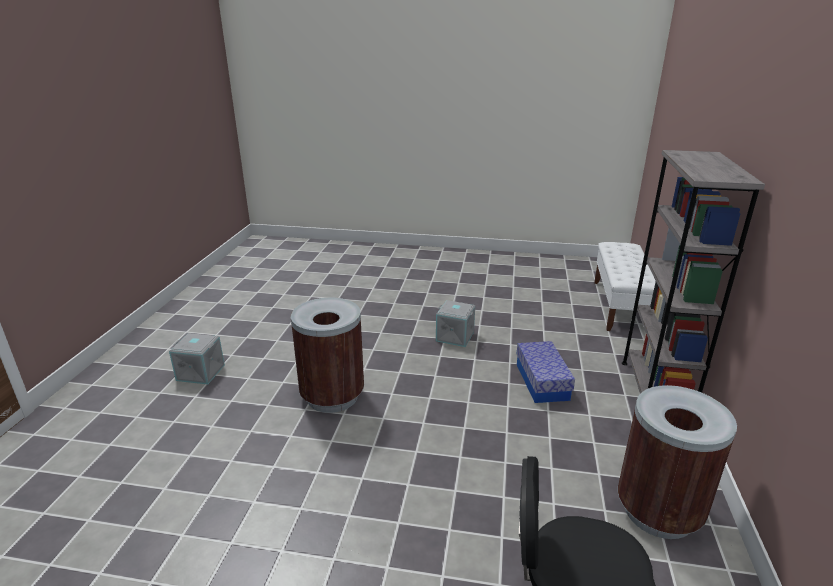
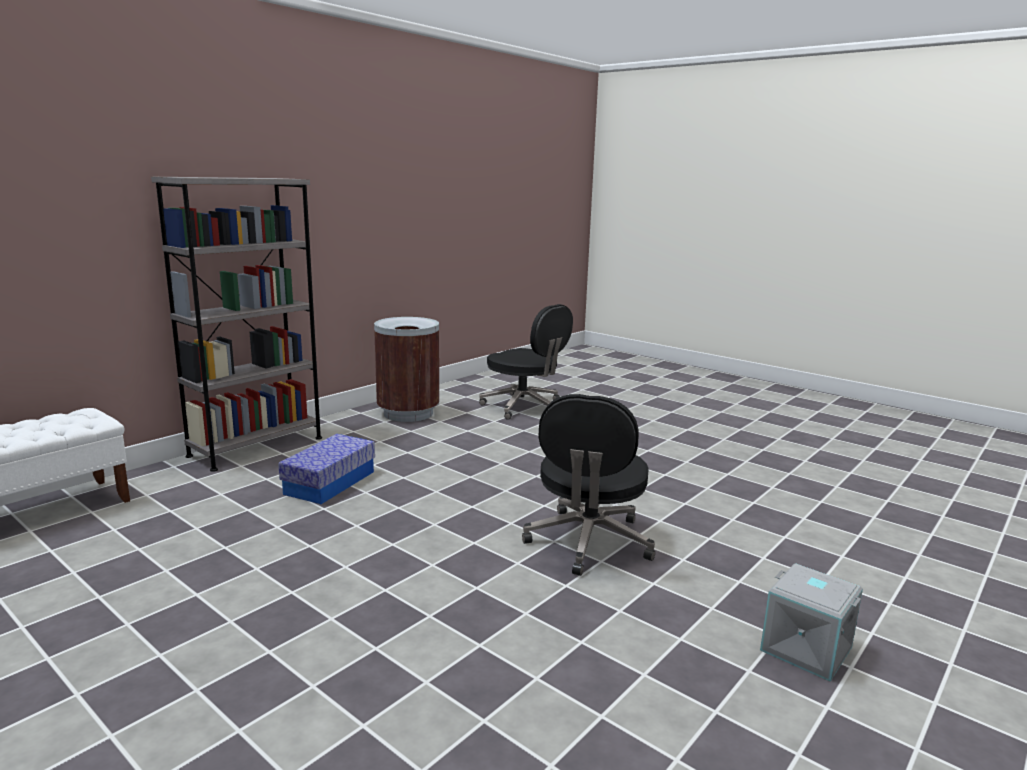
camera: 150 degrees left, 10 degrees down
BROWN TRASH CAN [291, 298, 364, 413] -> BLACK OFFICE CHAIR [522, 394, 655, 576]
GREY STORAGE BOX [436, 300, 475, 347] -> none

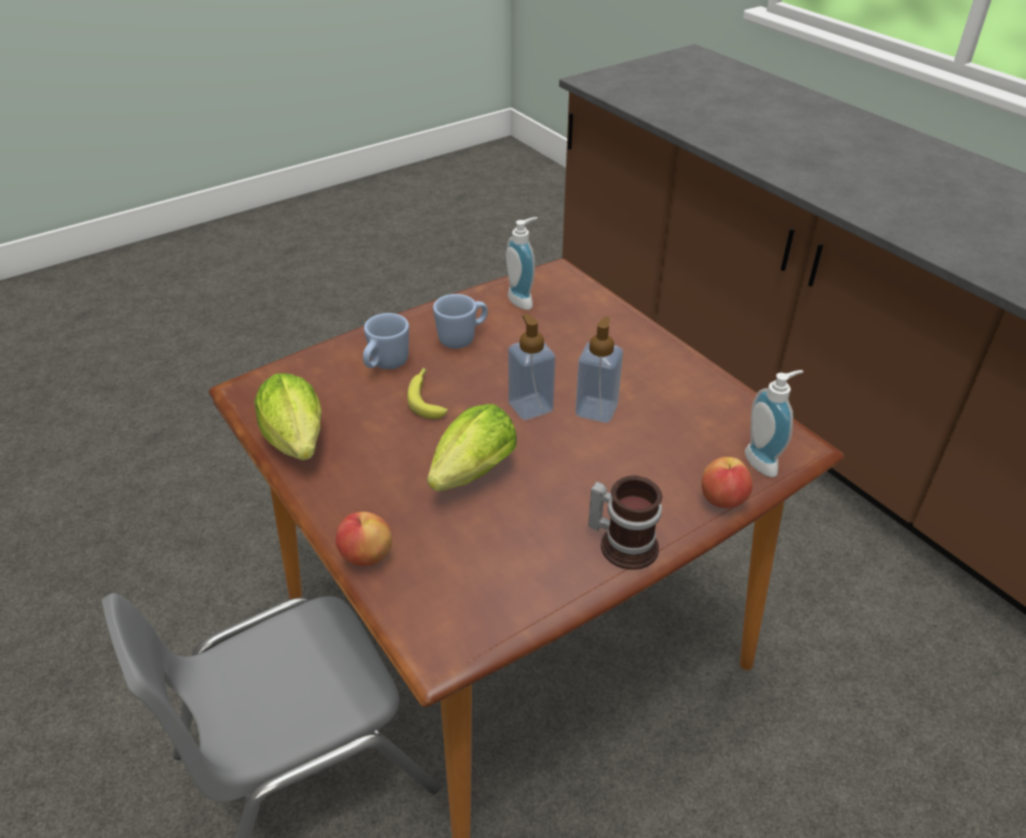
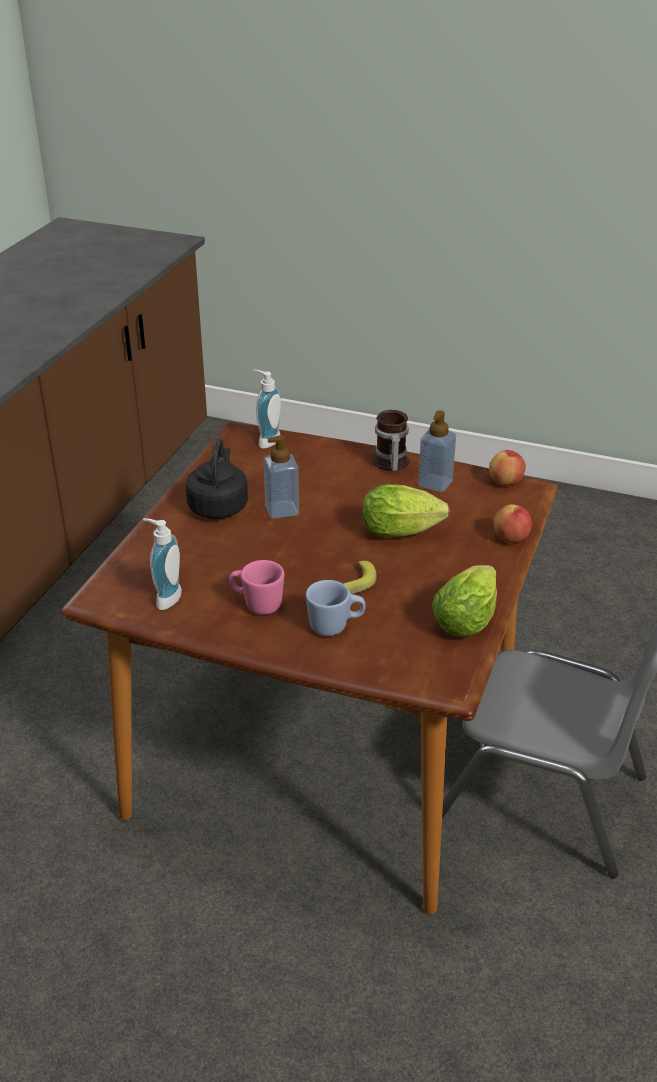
camera: 125 degrees left, 5 degrees down
BLUE MUG [433, 294, 488, 349] -> PINK MUG [229, 560, 284, 615]
SOAP DISPENSER [508, 314, 556, 420] -> SOAP DISPENSER [418, 410, 456, 492], moved
APPLE [702, 457, 753, 508] -> APPLE [489, 450, 526, 485], moved
none -> BLACK KETTLE [186, 437, 248, 519]

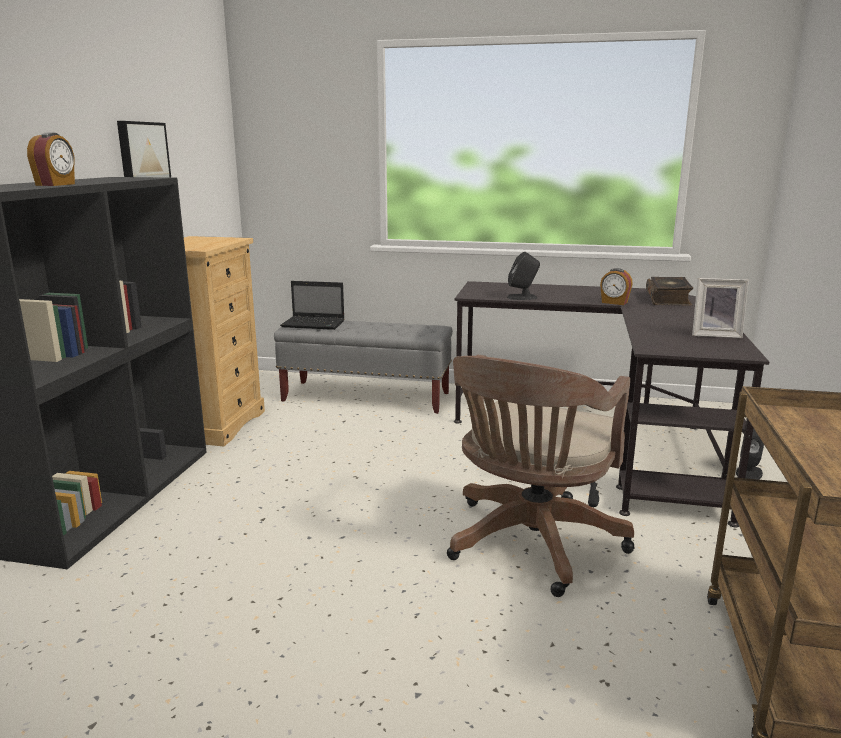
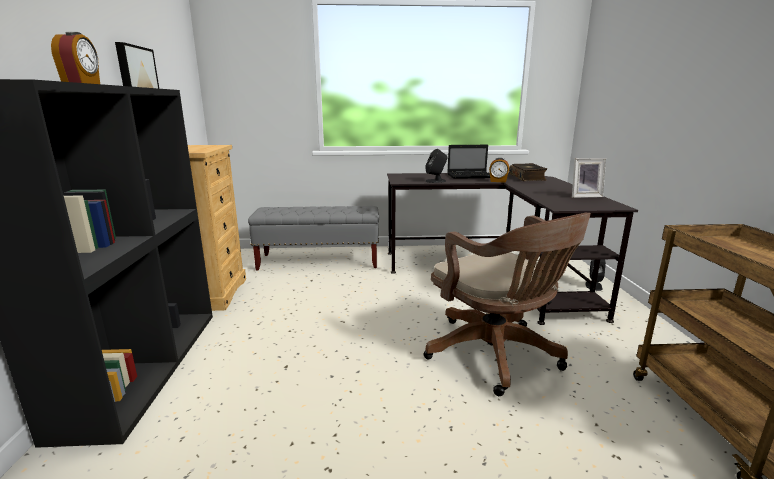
camera: 15 degrees left, 0 degrees up
LAPTOP [280, 281, 344, 330] -> LAPTOP [447, 145, 490, 179], moved
BROWN OFFICE CHAIR [447, 355, 635, 597] -> BROWN OFFICE CHAIR [424, 213, 591, 396], 45 degrees counterclockwise

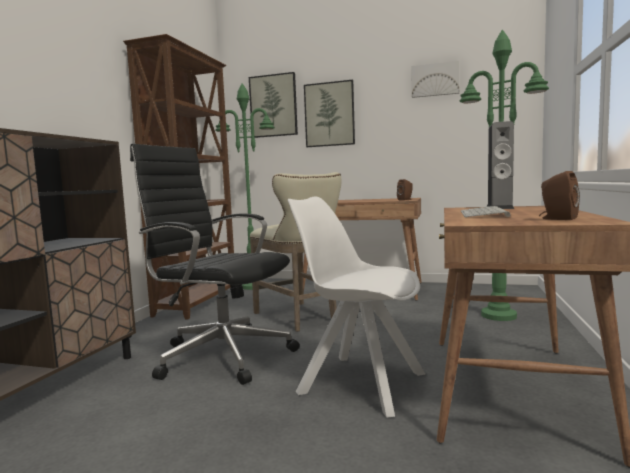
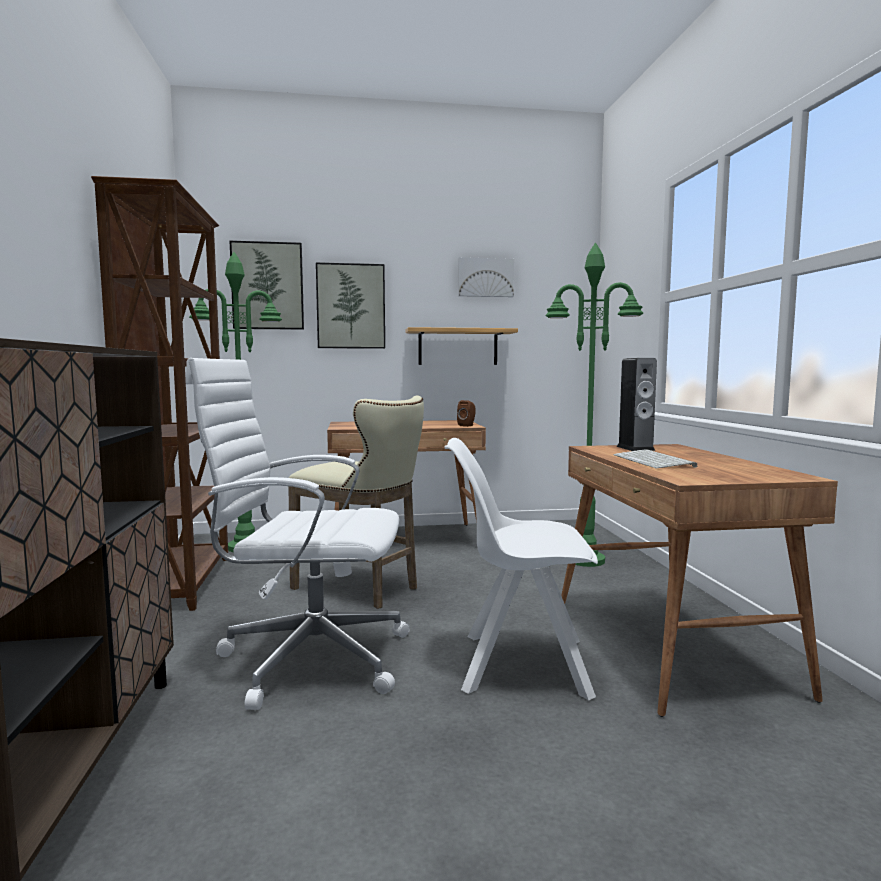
camera: 25 degrees left, 0 degrees up
BLACK OFFICE CHAIR [130, 144, 300, 385] -> WHITE OFFICE CHAIR [186, 358, 410, 710]
BROWN SPEAKER [539, 171, 580, 220] -> none
none -> SHELF [405, 327, 518, 365]

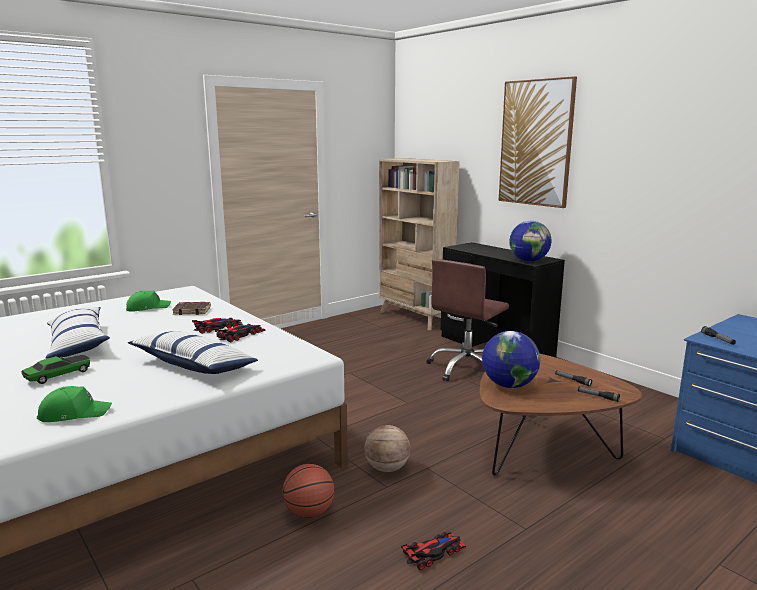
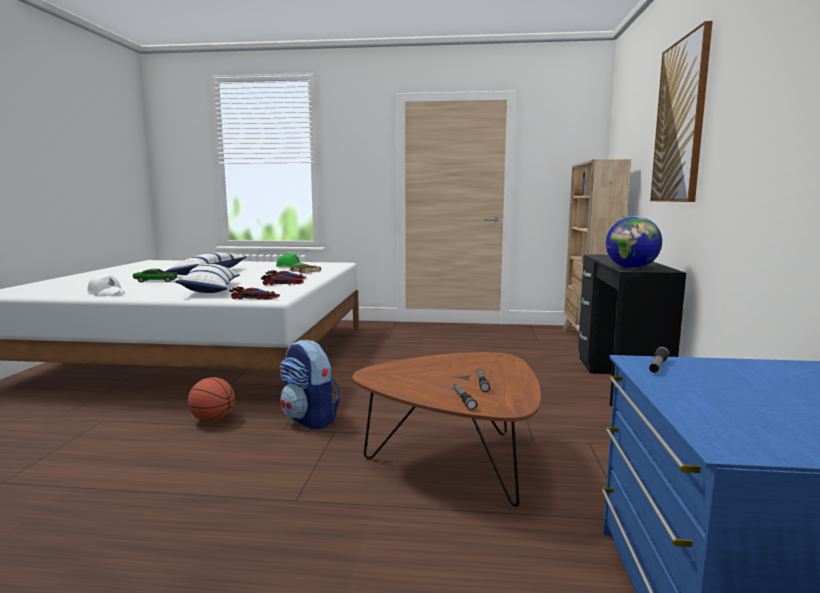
camera: 45 degrees right, 5 degrees down
GREEN CAP [37, 386, 112, 422] -> WHITE CAP [87, 273, 125, 296]
BASKETBALL [364, 425, 410, 472] -> BACKPACK [279, 340, 340, 430]
TOY CAR [401, 532, 466, 570] -> TOY CAR [229, 286, 280, 300], moved
BROWN OFFICE CHAIR [426, 259, 509, 382] -> none
GLOBE [482, 331, 540, 388] -> none

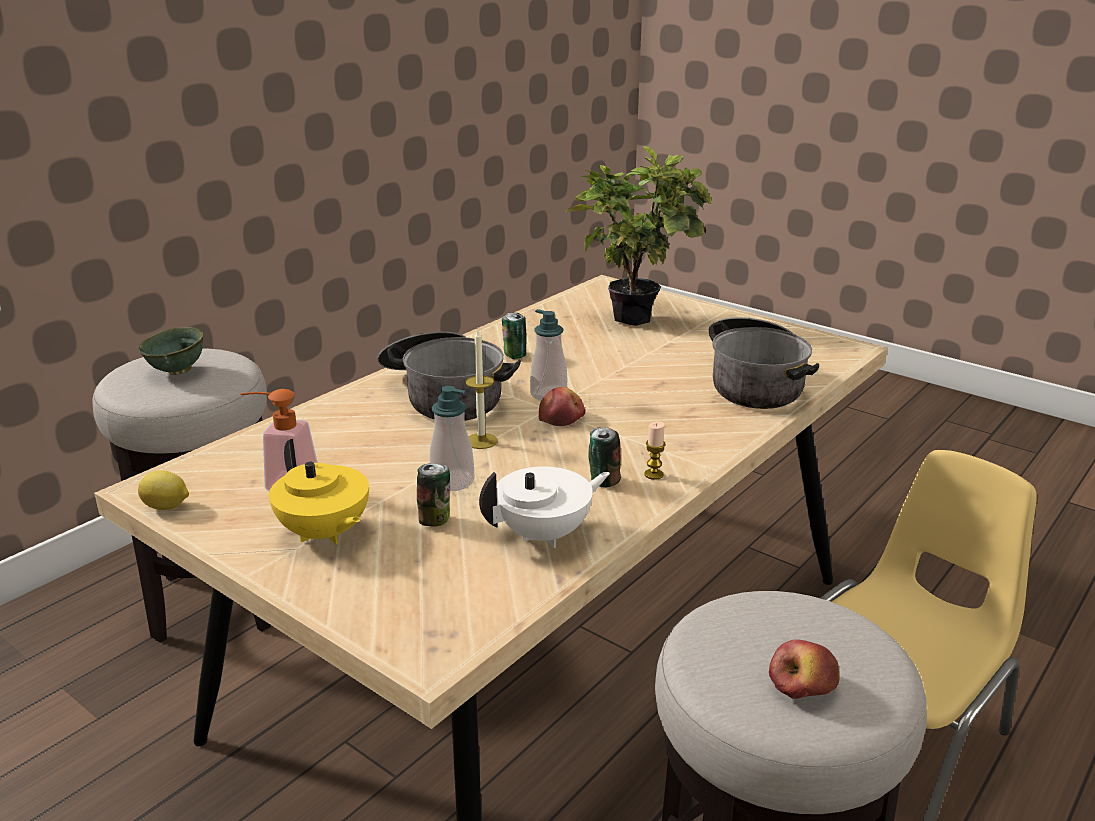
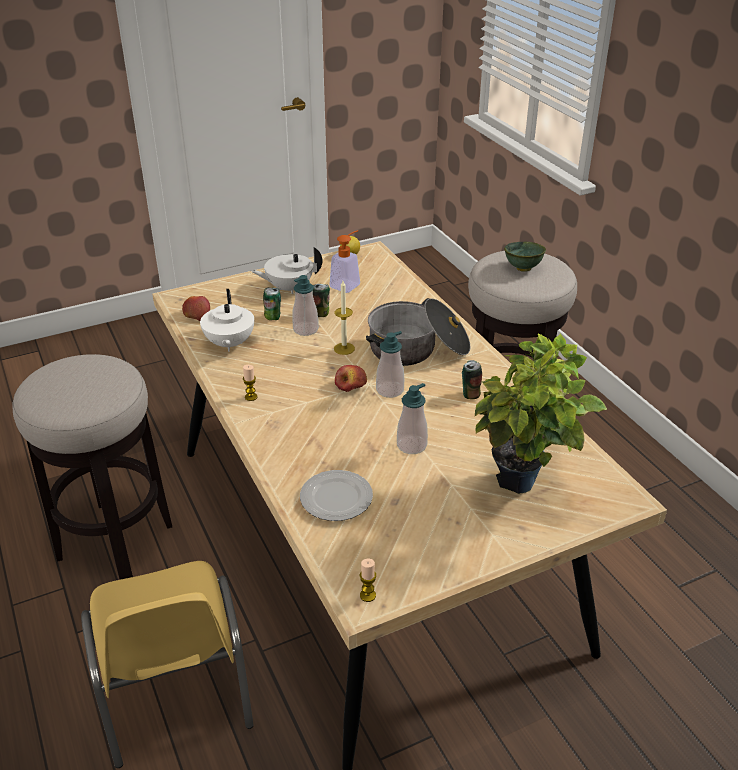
camera: 115 degrees right, 10 degrees up
YELLOW TEAPOT [269, 439, 369, 544] -> WHITE TEAPOT [251, 247, 322, 294]
CAN [588, 427, 621, 487] -> CAN [313, 284, 330, 317], moved
COOKING POT [709, 317, 819, 409] -> PLATE [300, 470, 373, 521]
APPLE [769, 639, 839, 699] -> APPLE [182, 296, 210, 321], moved
none -> CANDLE [360, 559, 376, 602]
none -> SOAP DISPENSER [397, 383, 428, 454]

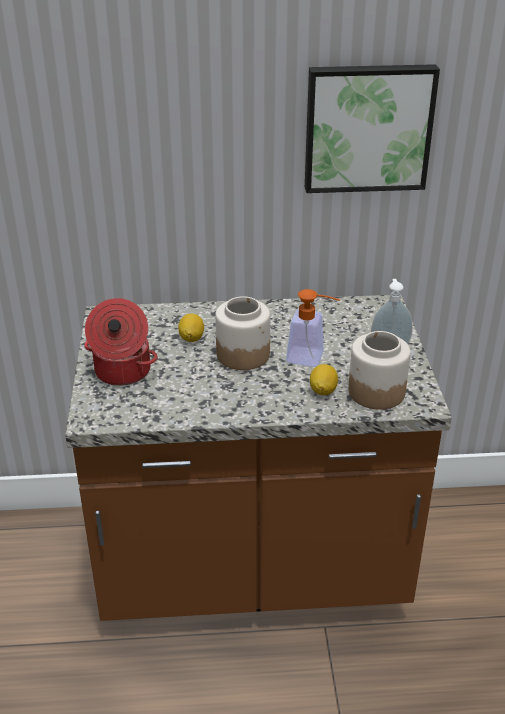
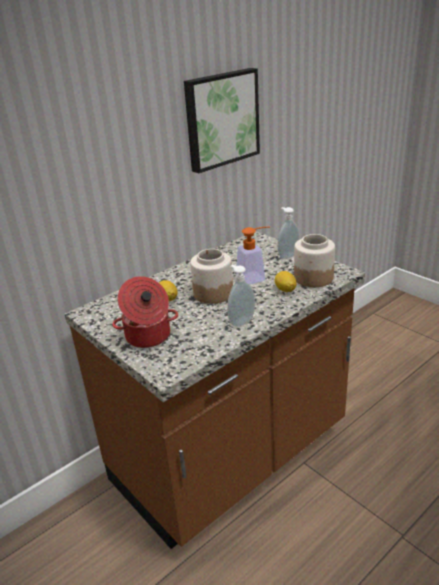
camera: 35 degrees left, 5 degrees down
none -> SOAP DISPENSER [227, 265, 255, 327]

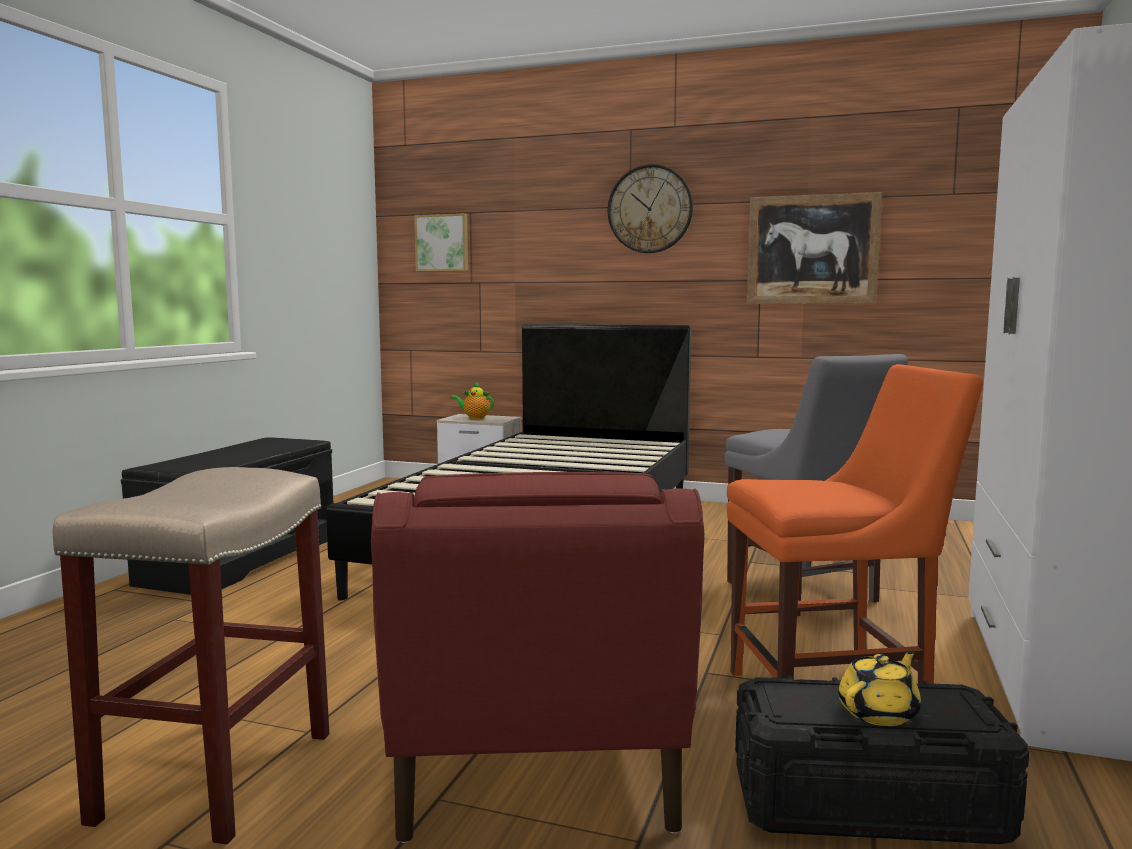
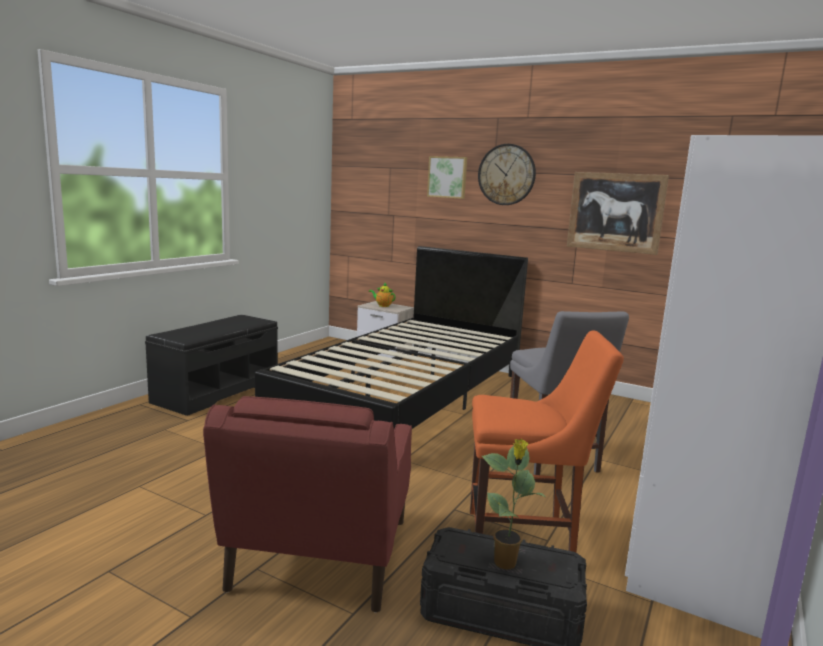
camera: 10 degrees right, 5 degrees up
BEIGE STOOL [53, 467, 329, 844] -> none
PICTURE [414, 213, 468, 271] -> PICTURE [427, 156, 467, 199], moved
YELLOW TEAPOT [838, 650, 921, 726] -> POTTED PLANT [482, 439, 545, 570]

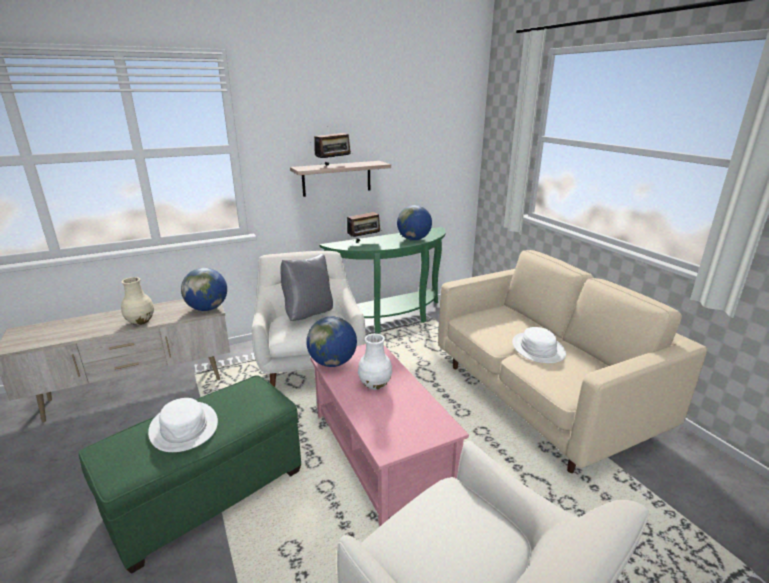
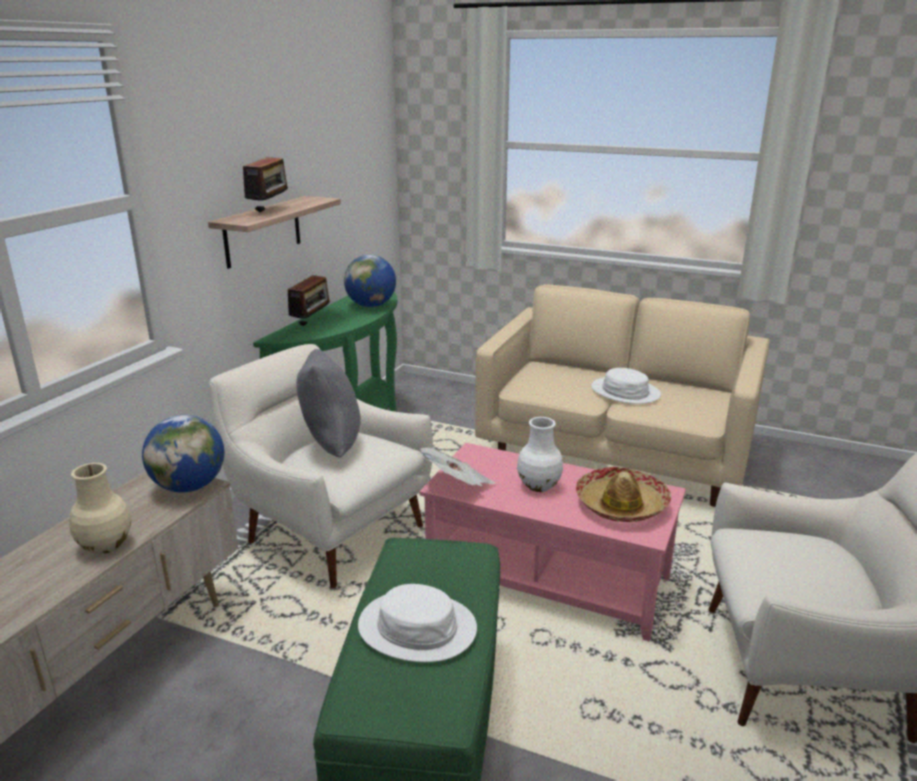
camera: 40 degrees left, 0 degrees up
GLOBE [306, 316, 357, 367] -> NEWSPAPER [418, 447, 496, 486]
none -> HAT [576, 467, 671, 522]

